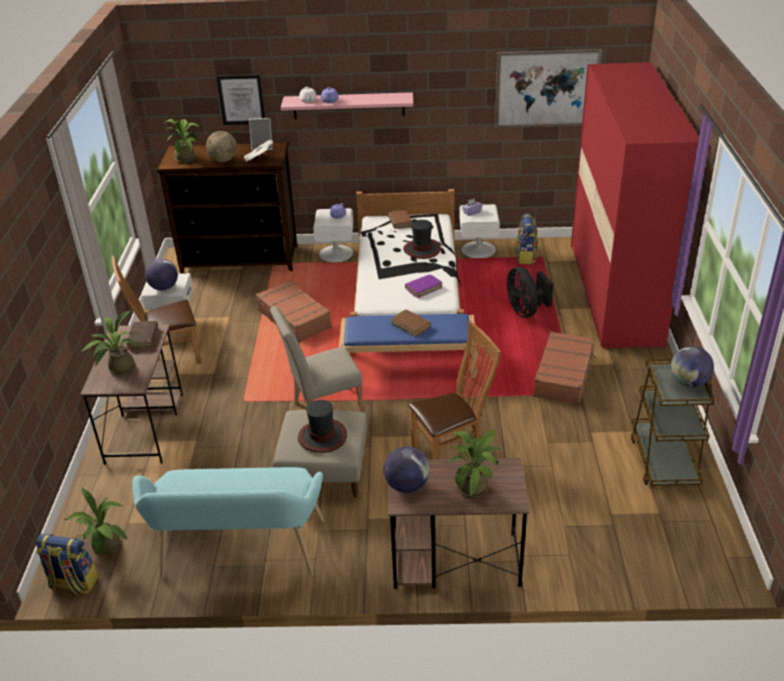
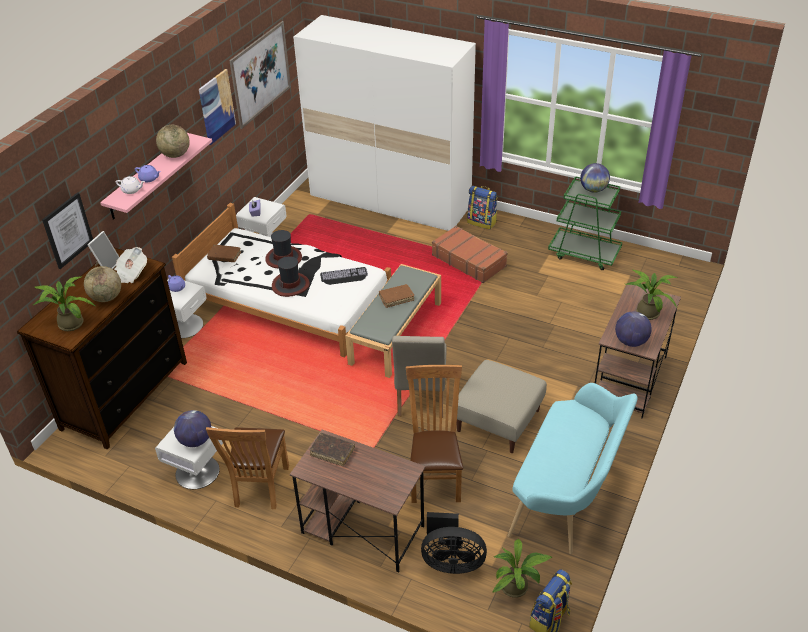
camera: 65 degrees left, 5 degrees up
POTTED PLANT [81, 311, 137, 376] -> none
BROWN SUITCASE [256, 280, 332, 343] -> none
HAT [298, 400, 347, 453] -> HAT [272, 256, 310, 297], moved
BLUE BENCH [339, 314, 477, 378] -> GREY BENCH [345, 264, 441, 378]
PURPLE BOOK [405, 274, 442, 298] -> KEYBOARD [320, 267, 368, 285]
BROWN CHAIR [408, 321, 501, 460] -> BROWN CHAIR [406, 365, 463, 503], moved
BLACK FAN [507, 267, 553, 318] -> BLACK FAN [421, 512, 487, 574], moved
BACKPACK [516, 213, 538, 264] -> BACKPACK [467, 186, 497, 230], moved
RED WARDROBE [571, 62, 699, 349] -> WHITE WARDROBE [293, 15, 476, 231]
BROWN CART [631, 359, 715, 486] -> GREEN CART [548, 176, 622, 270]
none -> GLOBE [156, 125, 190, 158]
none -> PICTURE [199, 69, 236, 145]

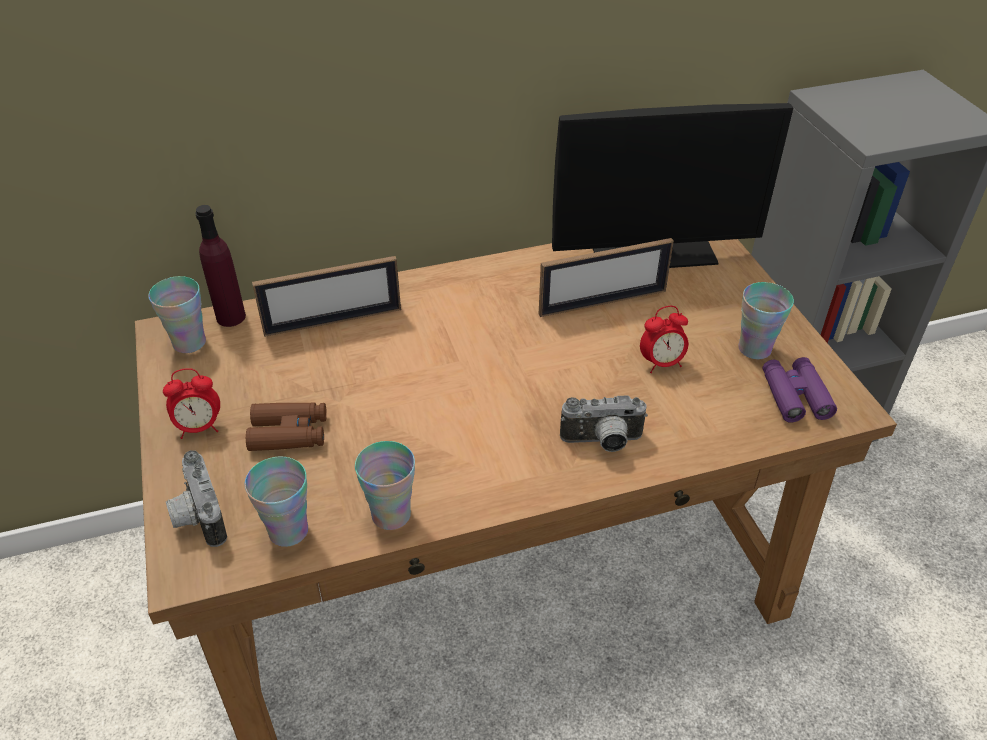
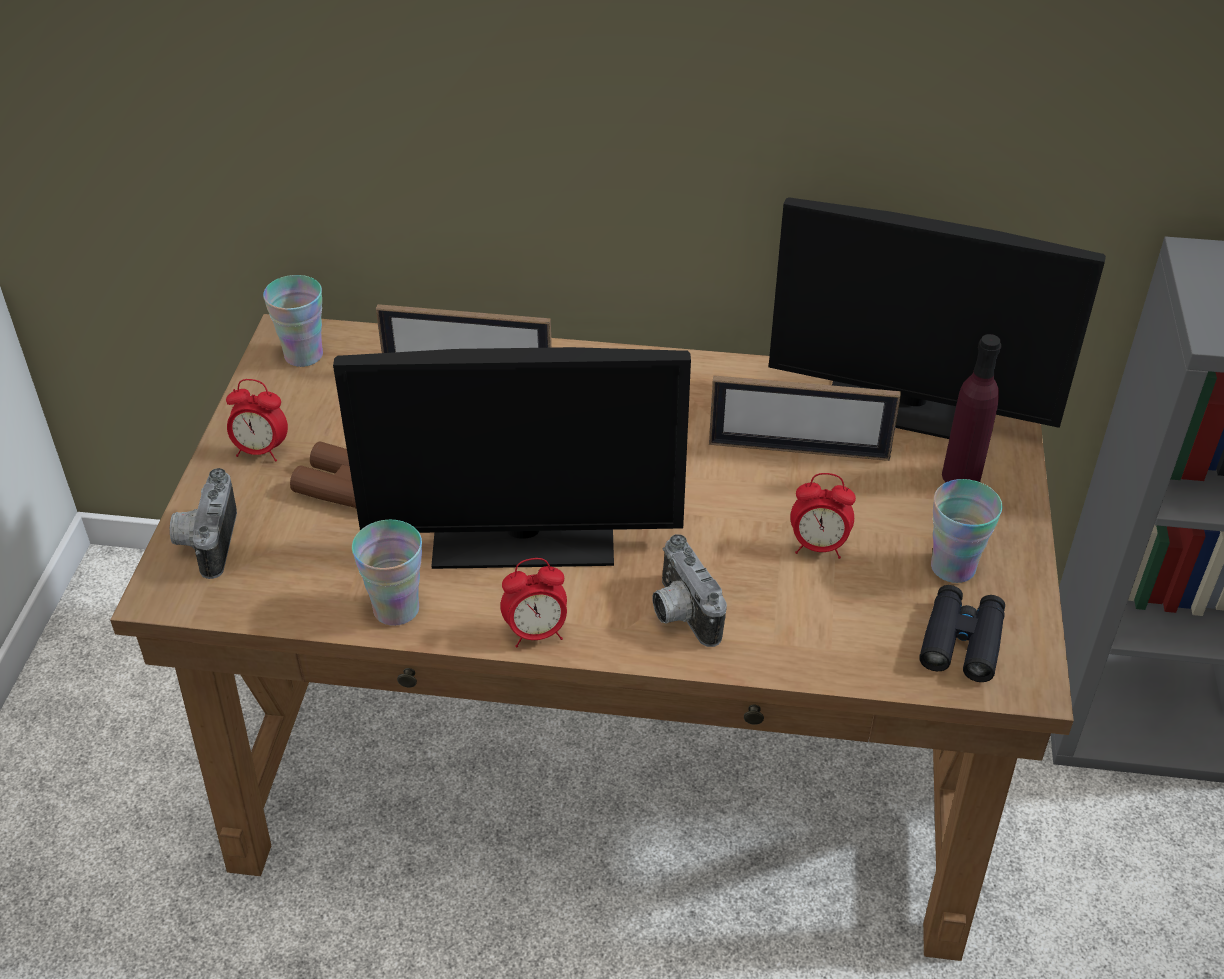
camera: 25 degrees right, 0 degrees up
PURPLE BOTTLE [195, 205, 246, 327] -> PURPLE BOTTLE [942, 334, 1001, 482], moved
CUP [245, 456, 308, 547] -> none
PHOTO CAMERA [560, 396, 648, 452] -> PHOTO CAMERA [652, 534, 727, 647], 45 degrees clockwise
PURPLE BINOCULARS [763, 357, 837, 422] -> BLACK BINOCULARS [919, 585, 1005, 682]
none -> MONITOR [333, 347, 691, 569]
none -> ALARM CLOCK [500, 558, 567, 648]

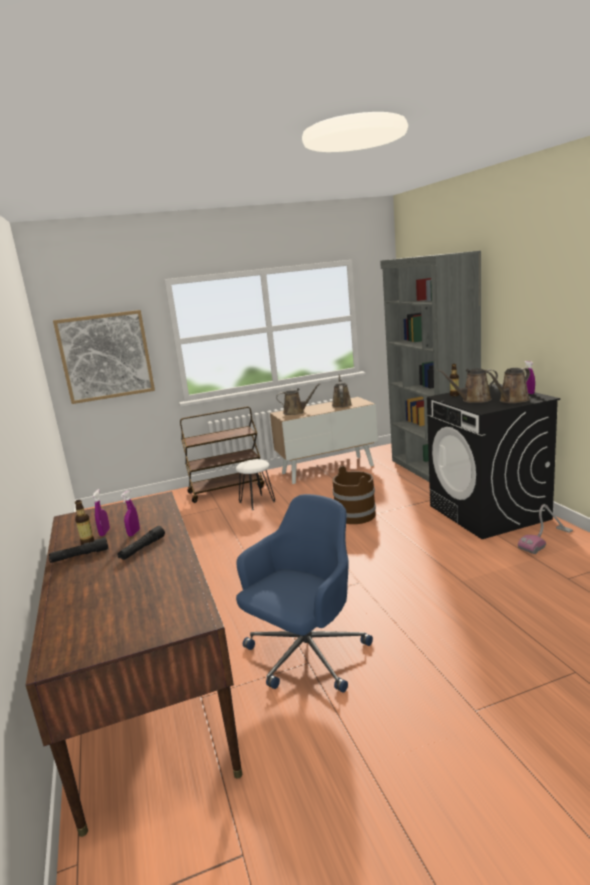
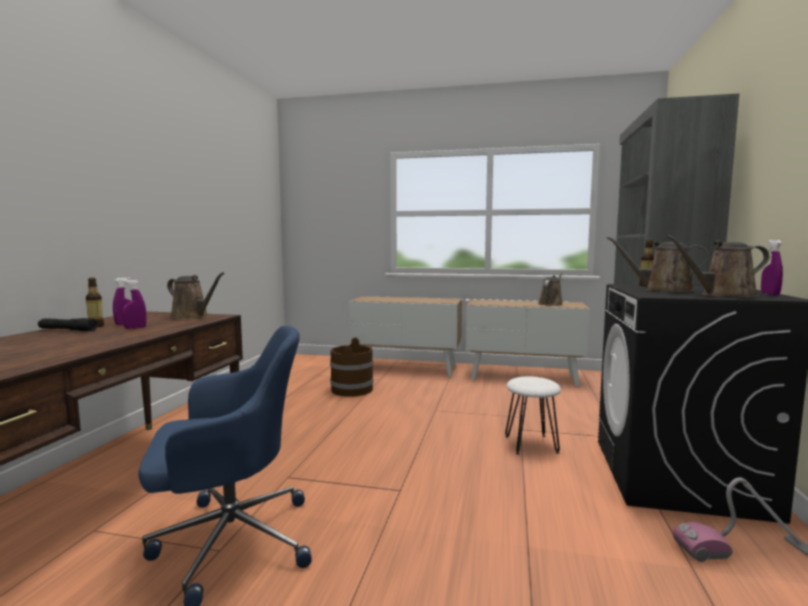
camera: 30 degrees right, 10 degrees down
PICTURE [53, 310, 155, 404] -> none
BLACK FLASHLIGHT [117, 526, 165, 560] -> none
BROWN CART [180, 407, 264, 503] -> CABINET [349, 296, 462, 377]
WHITE STOOL [236, 459, 275, 510] -> WHITE STOOL [505, 376, 561, 454], moved
BROWN WATERING CAN [276, 383, 320, 415] -> BROWN WATERING CAN [167, 272, 224, 319], moved
BROWN BUCKET [332, 466, 376, 524] -> BROWN BUCKET [330, 338, 374, 397], moved

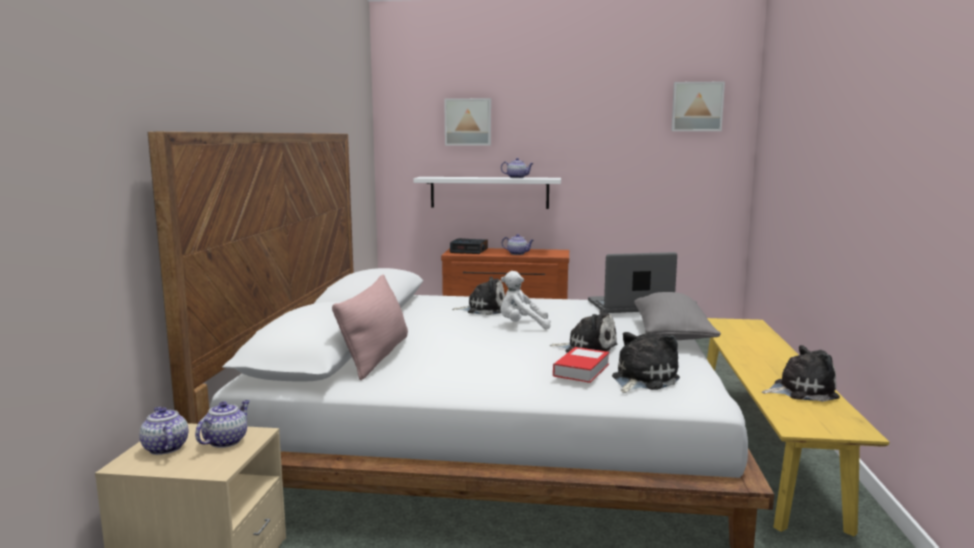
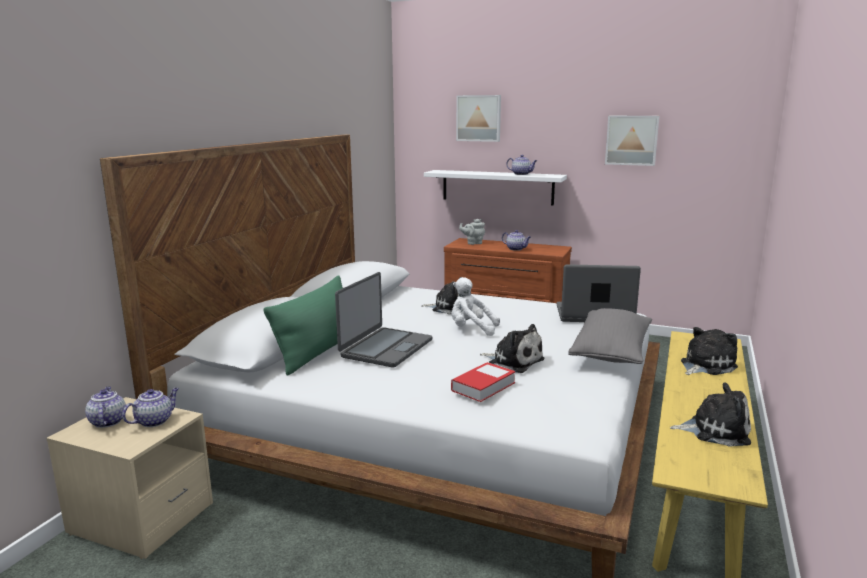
camera: 15 degrees right, 5 degrees up
PINK PILLOW [332, 274, 408, 380] -> GREEN PILLOW [264, 275, 343, 376]
ALARM CLOCK [450, 238, 488, 254] -> GREY TEAPOT [459, 219, 485, 245]
PLUSH TOY [612, 332, 680, 393] -> PLUSH TOY [681, 327, 738, 375], moved
PICTURE [671, 82, 725, 131] -> PICTURE [605, 116, 659, 166], moved
none -> LAPTOP [335, 272, 432, 368]

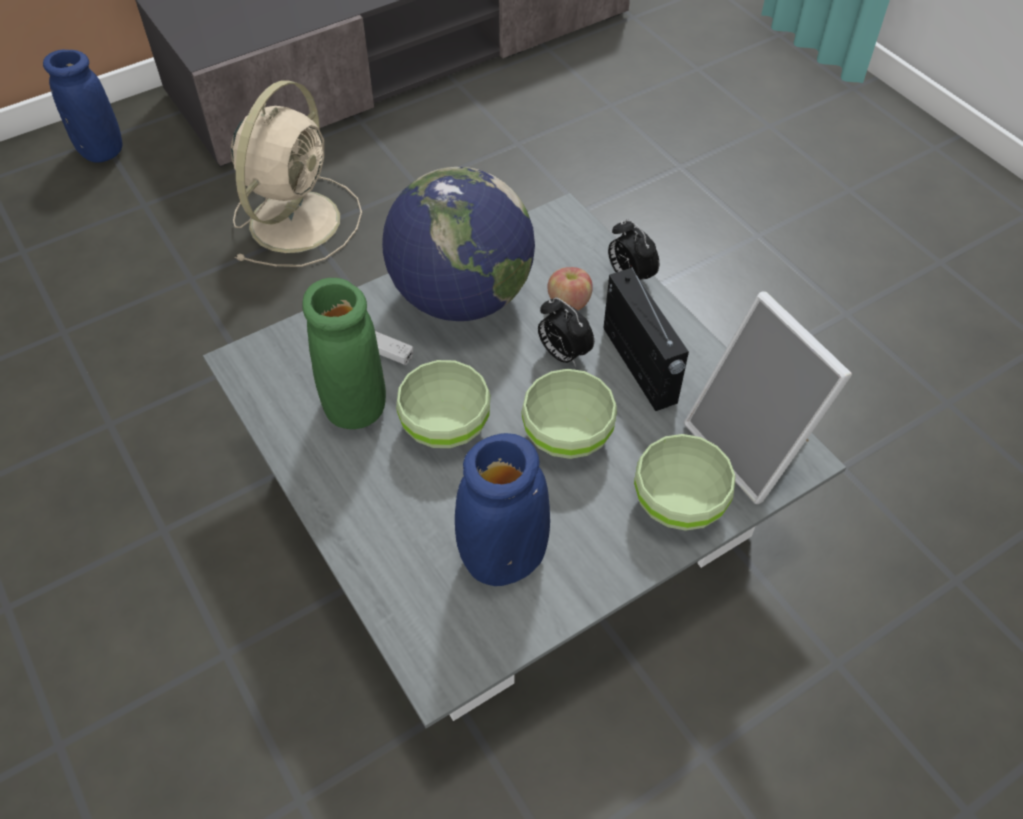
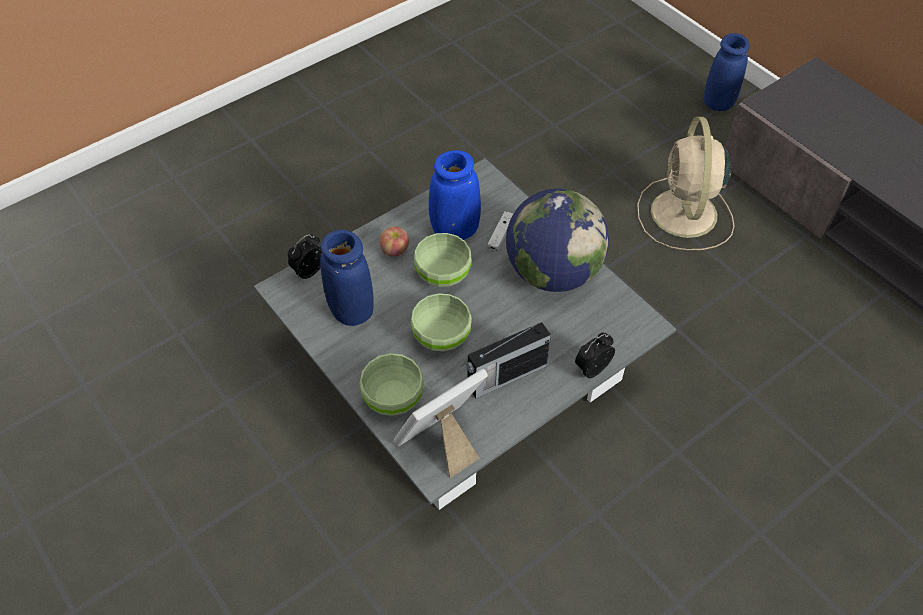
camera: 85 degrees right, 0 degrees up
BEIGE FAN [230, 80, 362, 267] -> BEIGE FAN [637, 117, 734, 251], 75 degrees clockwise
GREEN VASE [302, 278, 386, 429] -> BLUE VASE [429, 150, 481, 240]
ALARM CLOCK [538, 297, 594, 367] -> ALARM CLOCK [288, 234, 322, 279], moved
APPLE [547, 267, 593, 310] -> APPLE [379, 226, 409, 256], moved

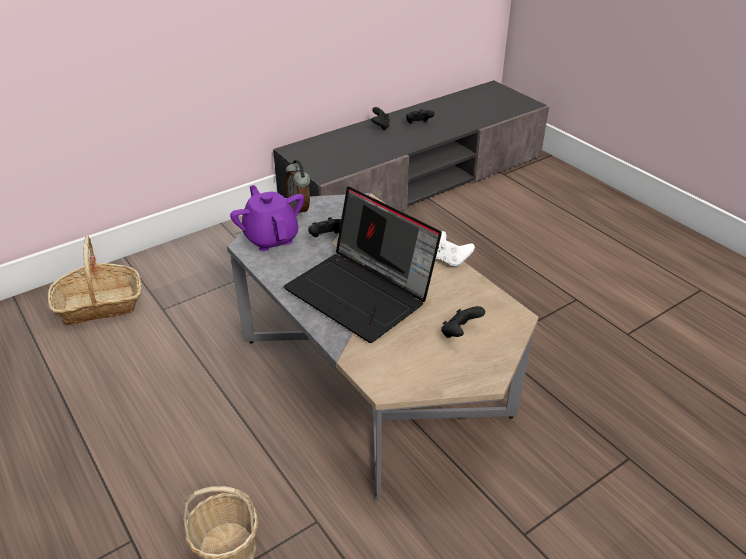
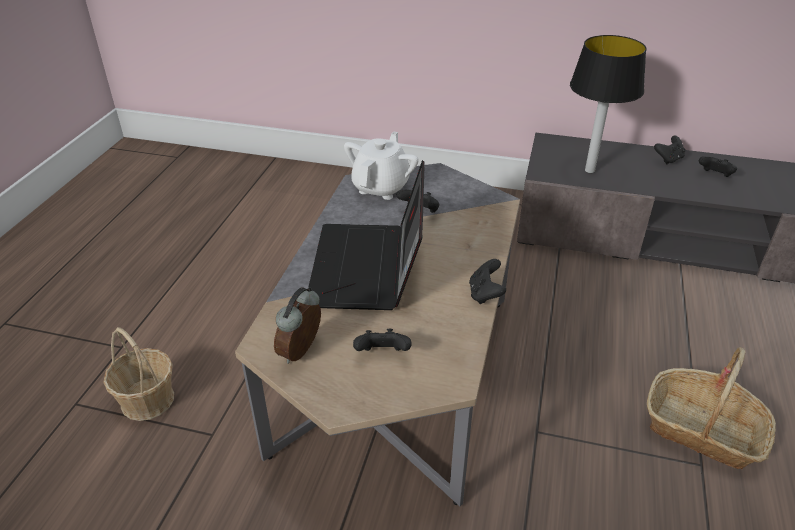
camera: 50 degrees right, 0 degrees up
BASKET [48, 236, 142, 325] -> BASKET [647, 347, 776, 469], moved
PURPLE TEAPOT [230, 185, 304, 251] -> WHITE TEAPOT [344, 131, 419, 200]
ALARM CLOCK [286, 160, 311, 217] -> ALARM CLOCK [274, 287, 321, 364], moved
WHITE GAME CONTROLLER [436, 231, 475, 268] -> BLACK GAME CONTROLLER [469, 259, 506, 304]
none -> TABLE LAMP [570, 35, 647, 173]

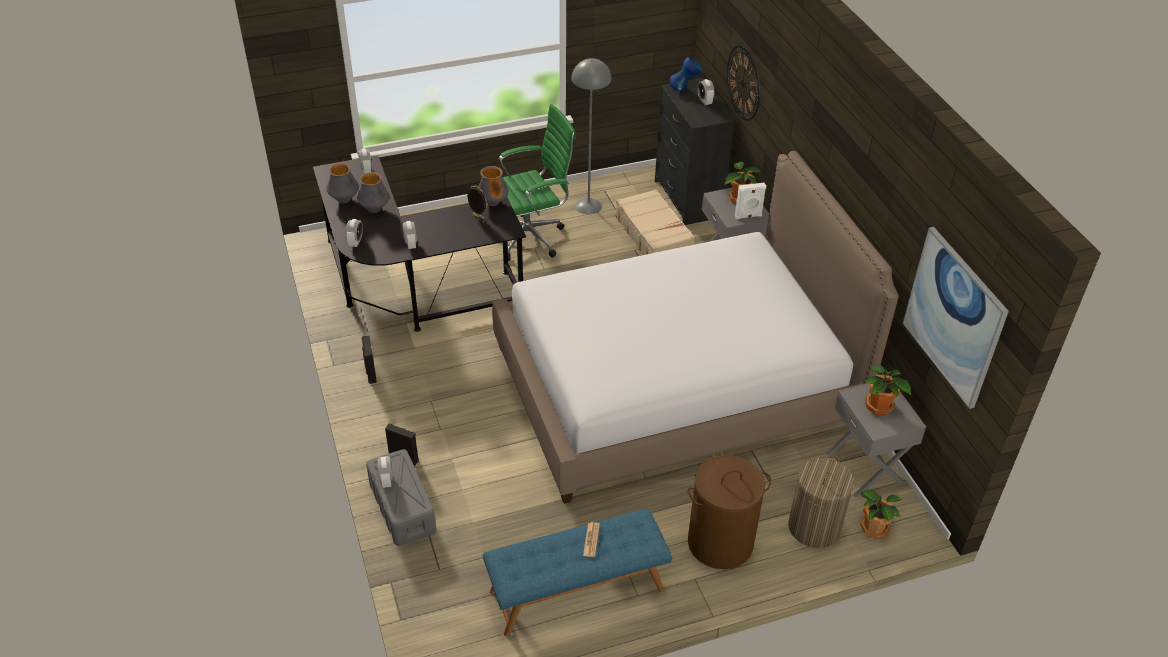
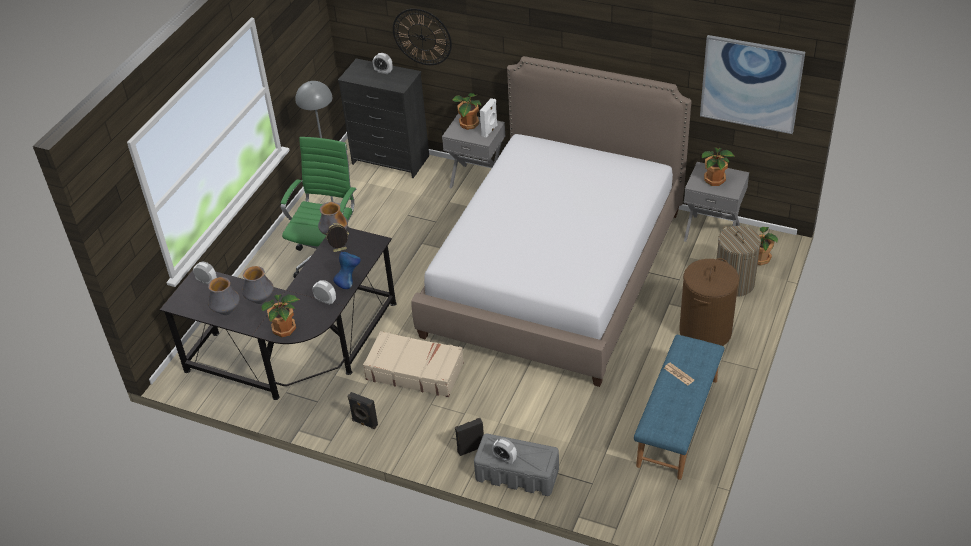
camera: 45 degrees left, 0 degrees up
ALARM CLOCK [345, 219, 363, 247] -> POTTED PLANT [262, 294, 299, 337]
BEIGE SUITCASE [616, 189, 695, 255] -> BEIGE SUITCASE [363, 331, 464, 397], moved
BLUE VASE [670, 57, 702, 91] -> BLUE VASE [333, 252, 361, 289], moved

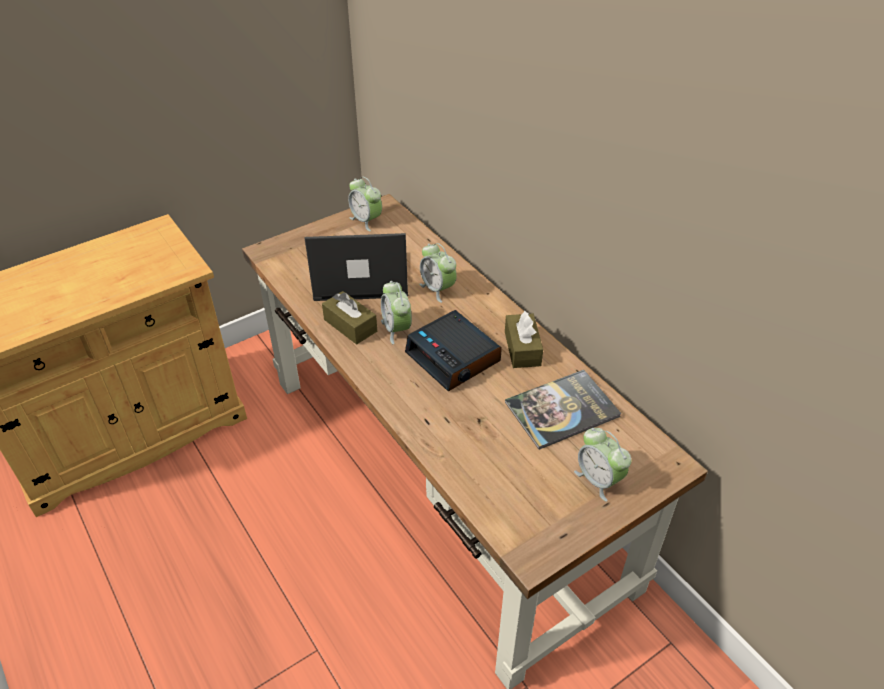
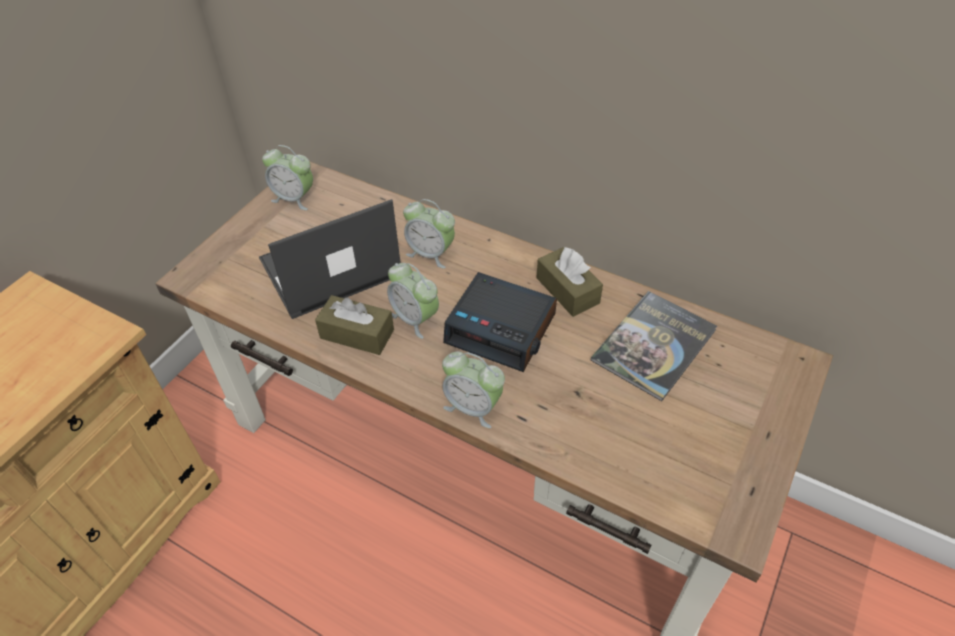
camera: 25 degrees left, 5 degrees up
ALARM CLOCK [574, 428, 631, 502] -> ALARM CLOCK [442, 351, 505, 428], moved

